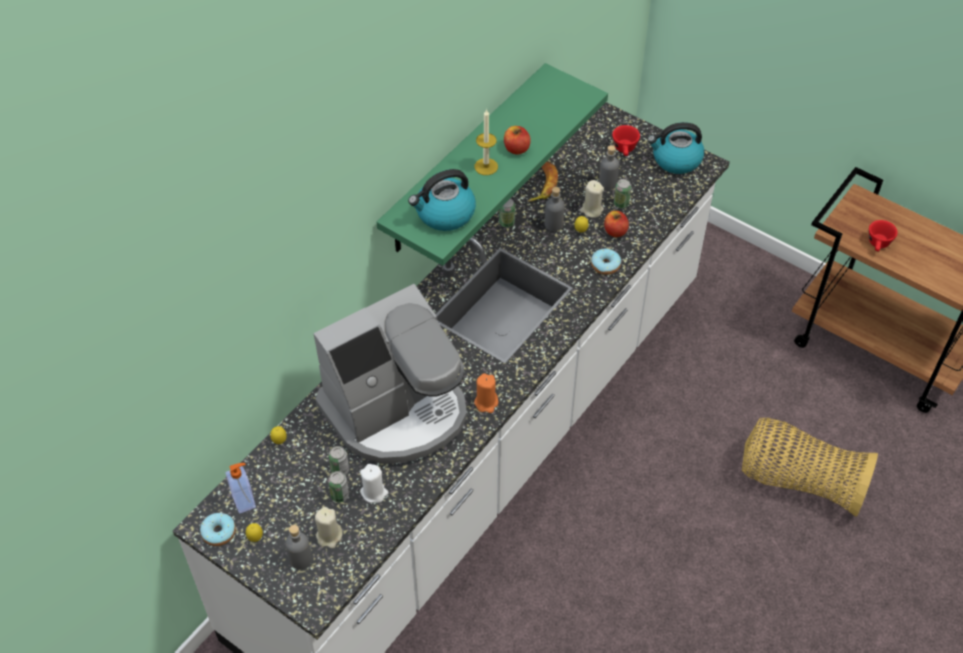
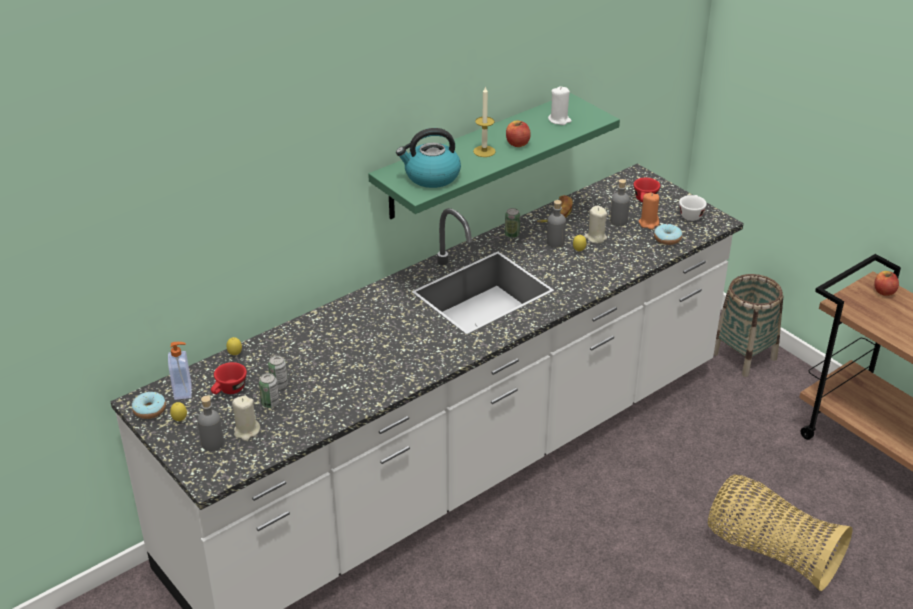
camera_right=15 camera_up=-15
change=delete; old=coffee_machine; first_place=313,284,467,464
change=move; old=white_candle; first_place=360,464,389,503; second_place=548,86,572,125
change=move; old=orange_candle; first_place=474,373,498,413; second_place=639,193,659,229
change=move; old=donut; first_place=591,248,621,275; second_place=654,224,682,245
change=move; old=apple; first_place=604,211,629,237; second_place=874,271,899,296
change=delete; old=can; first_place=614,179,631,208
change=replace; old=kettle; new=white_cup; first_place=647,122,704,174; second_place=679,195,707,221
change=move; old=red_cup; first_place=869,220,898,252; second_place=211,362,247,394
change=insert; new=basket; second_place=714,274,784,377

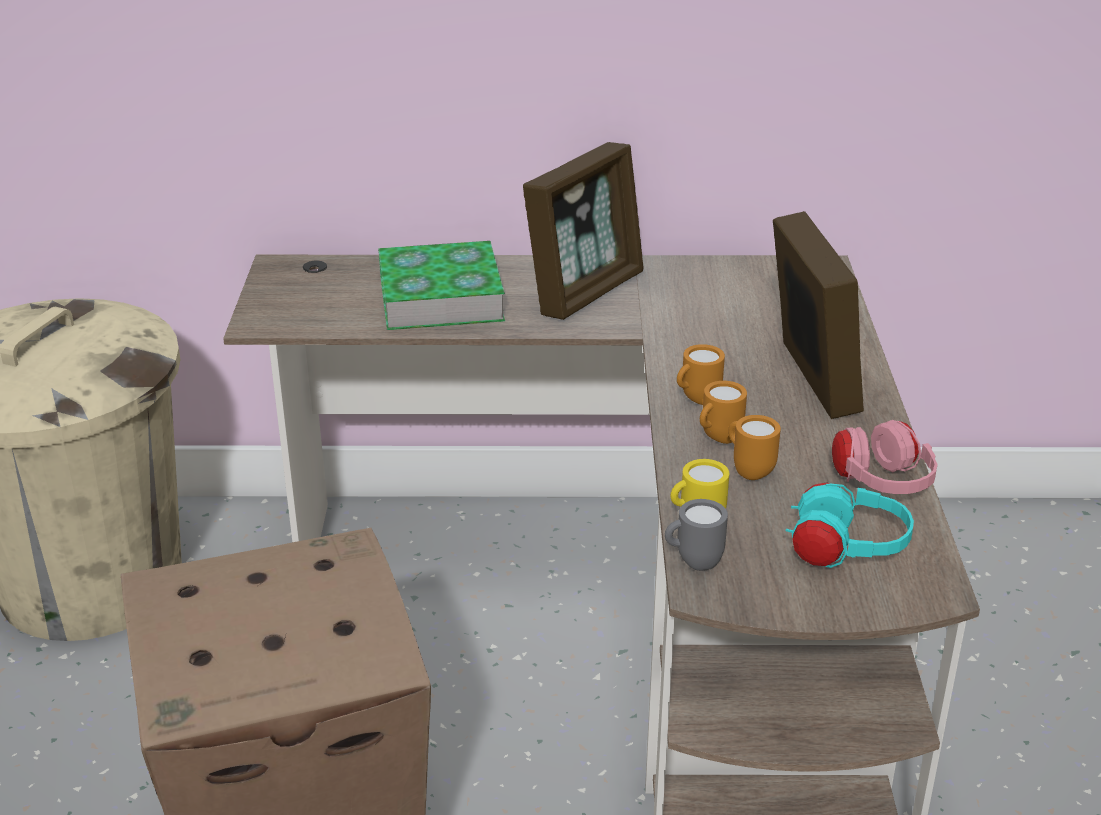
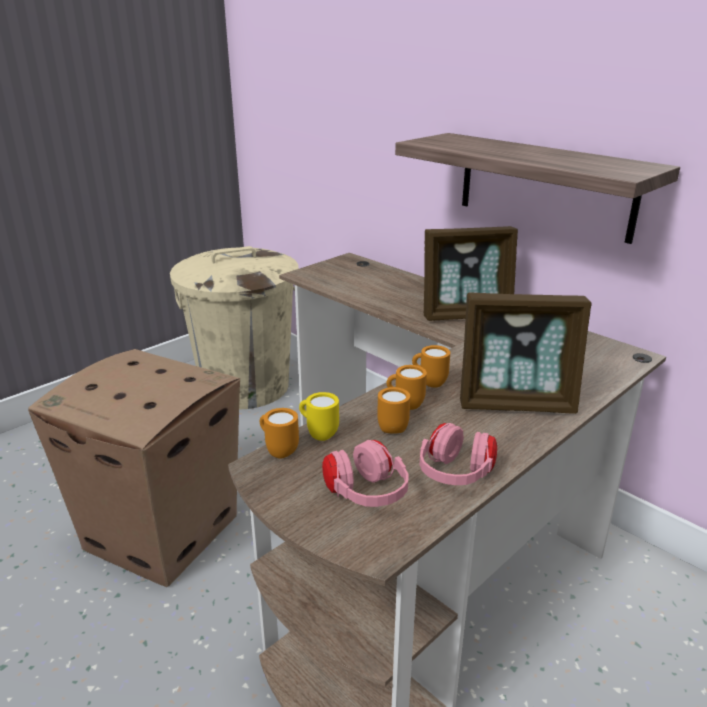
camera_right=45 camera_up=-5
change=delete; old=book; first_place=378,241,505,330
change=recolor; old=grey_mug; new=orange_mug; first_place=665,499,728,571; second_place=259,408,299,459
change=rotate; old=picture_frame; first_place=773,211,864,419; second_place=460,292,592,414; degrees=60
change=recolor; old=turquoise_headphones; new=pink_headphones; first_place=786,482,914,568; second_place=322,440,409,507
change=insert; new=shelf; second_place=395,133,680,244

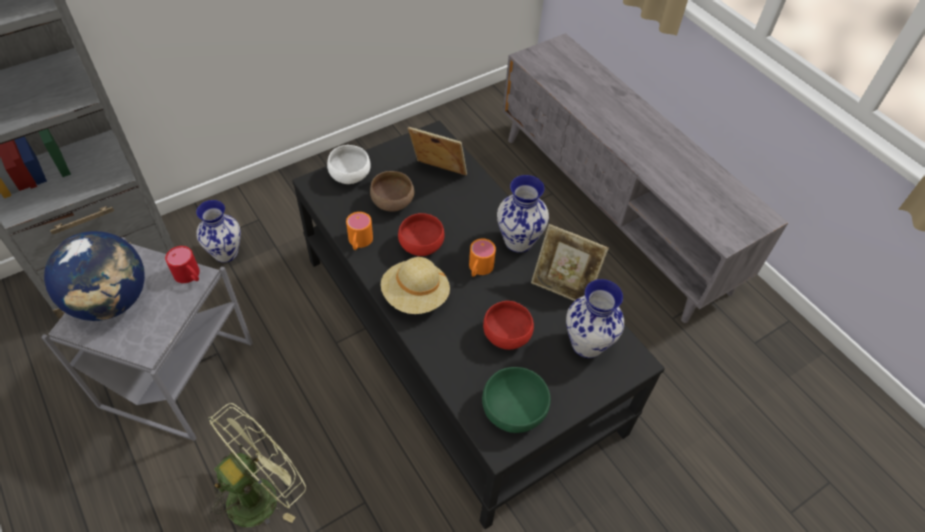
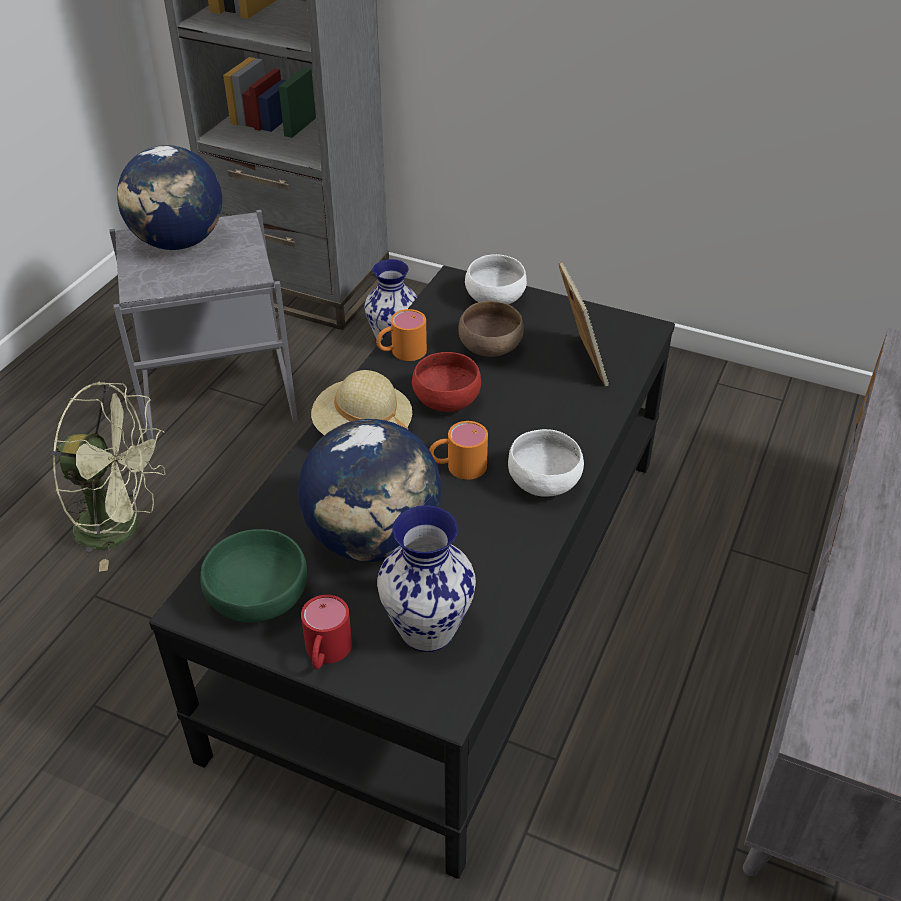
camera_right=60 camera_up=-10
change=move; old=red_mug; first_place=165,246,200,283; second_place=301,595,352,669
change=replace; old=red_bowl; new=globe; first_place=483,301,534,350; second_place=298,419,441,562
change=replace; old=vase; new=white_bowl; first_place=497,175,549,253; second_place=508,429,584,497
change=delete; old=picture_frame; first_place=531,224,609,301

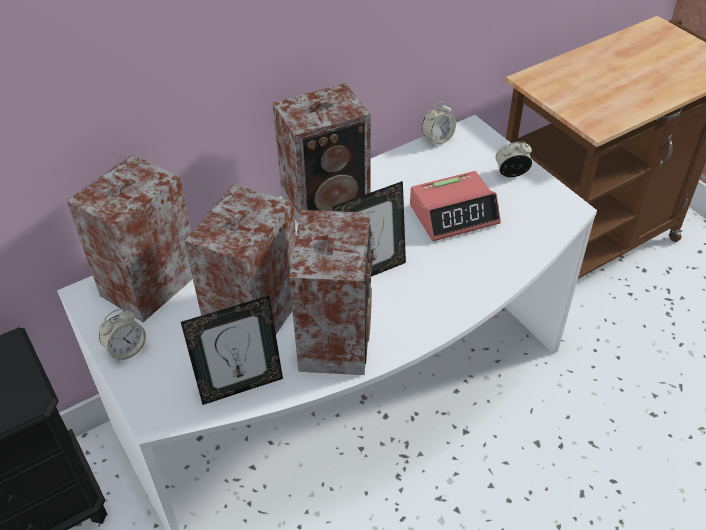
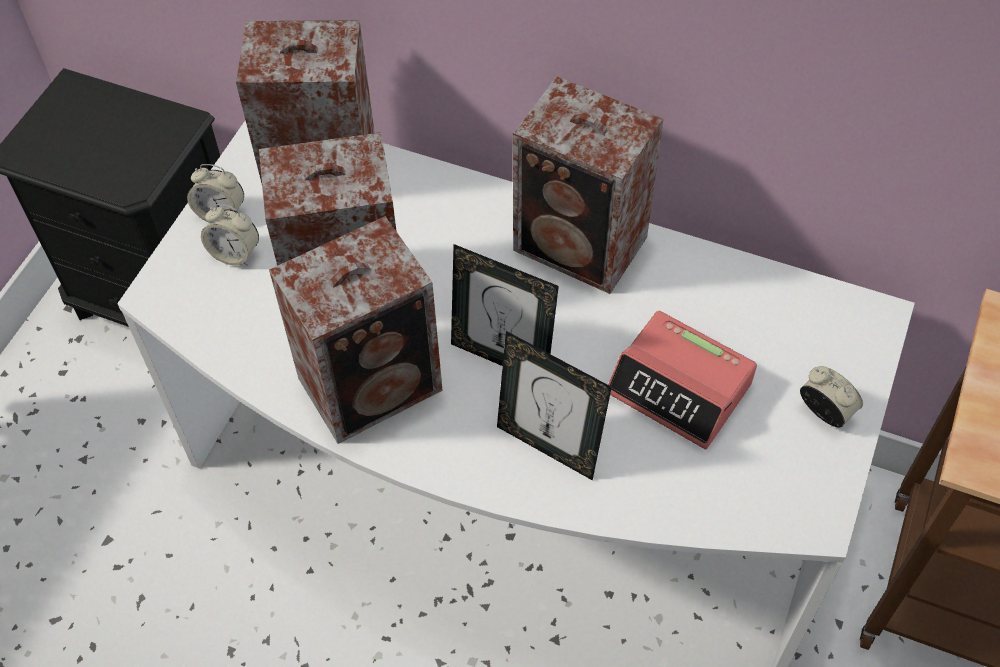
camera_right=55 camera_up=10
change=move; old=picture_frame; first_place=181,296,283,405; second_place=497,331,612,480
change=move; old=alarm_clock; first_place=422,101,456,146; second_place=201,204,259,266

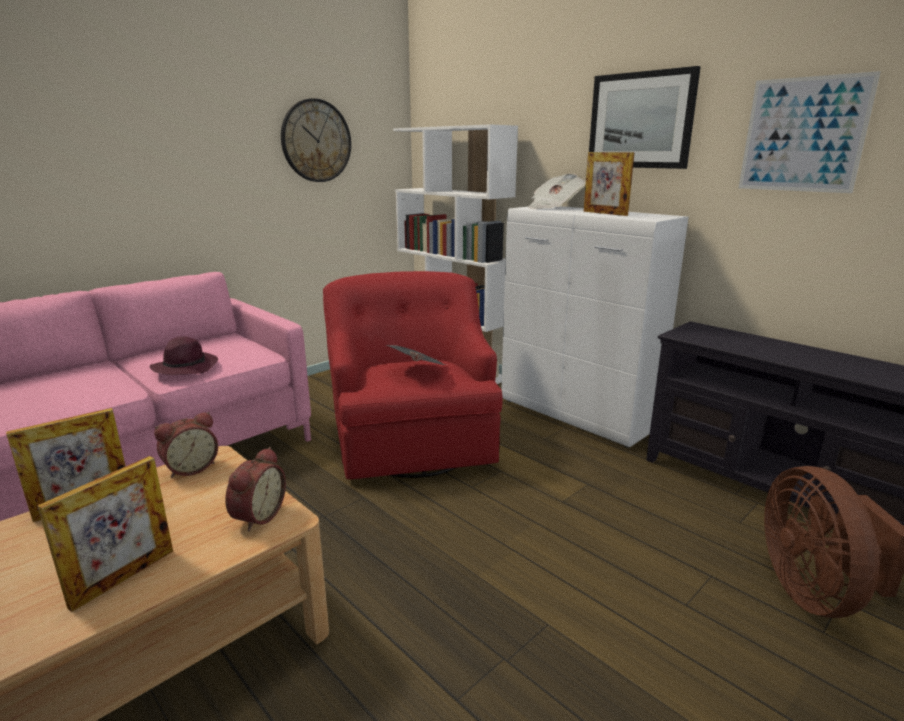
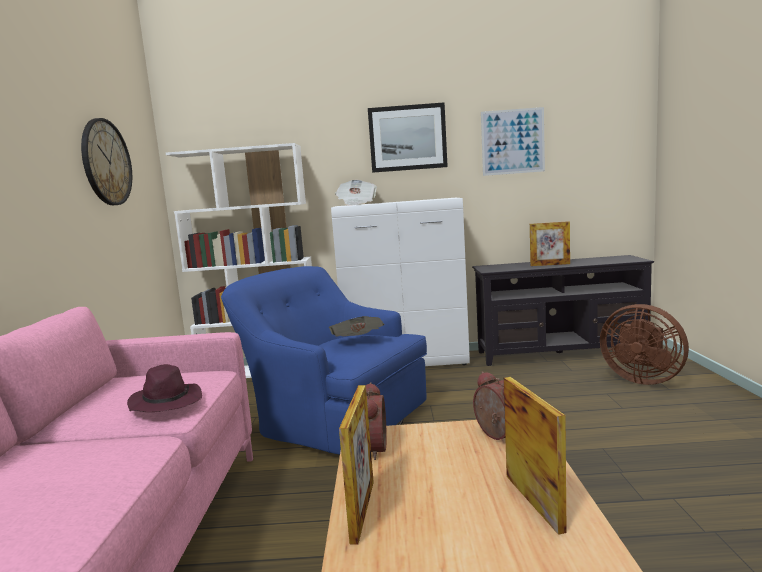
camera_right=-45 camera_up=-10
change=recolor; old=red_armchair; new=blue_armchair; first_place=323,271,502,479; second_place=221,266,427,455
change=move; old=picture_frame; first_place=584,152,635,216; second_place=530,221,570,266

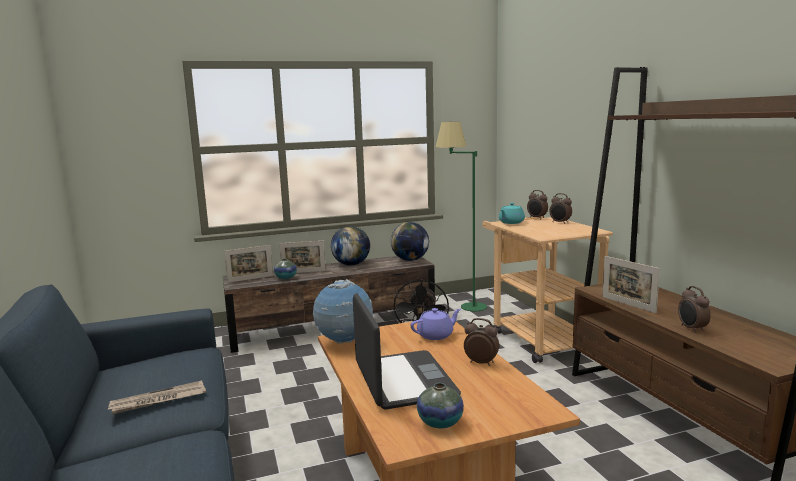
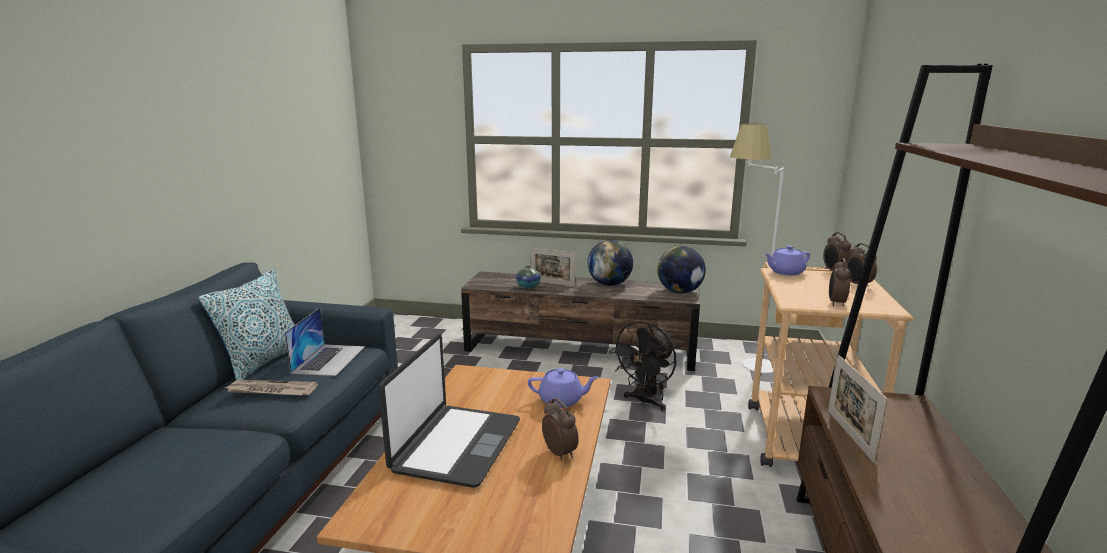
camera_right=30 camera_up=5
change=delete; old=picture_frame; first_place=224,245,273,283
change=delete; old=globe; first_place=313,279,373,344
change=delete; old=vase; first_place=417,383,464,428
change=recolor; old=green_floor_lamp; new=white_floor_lamp; first_place=436,122,487,311; second_place=730,124,785,374
change=recolor; old=turquoise_teapot; new=purple_teapot; first_place=499,203,525,224; second_place=764,245,810,275
change=move; old=alarm_clock; first_place=678,286,711,333; second_place=829,258,851,306
change=insert; new=pillow; second_place=198,268,295,381
change=insert; new=laptop; second_place=285,308,365,376

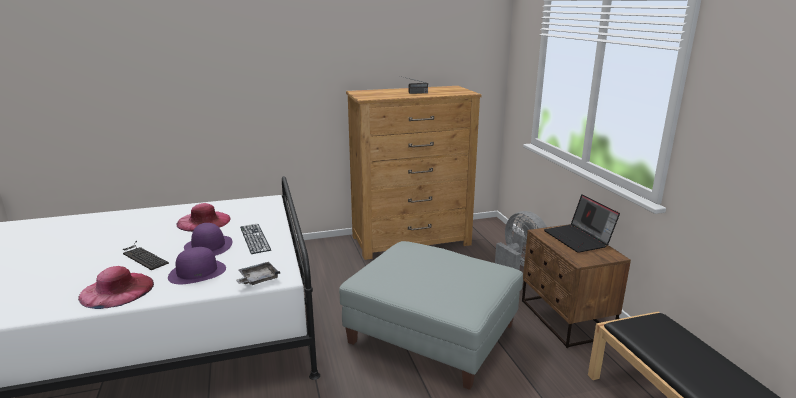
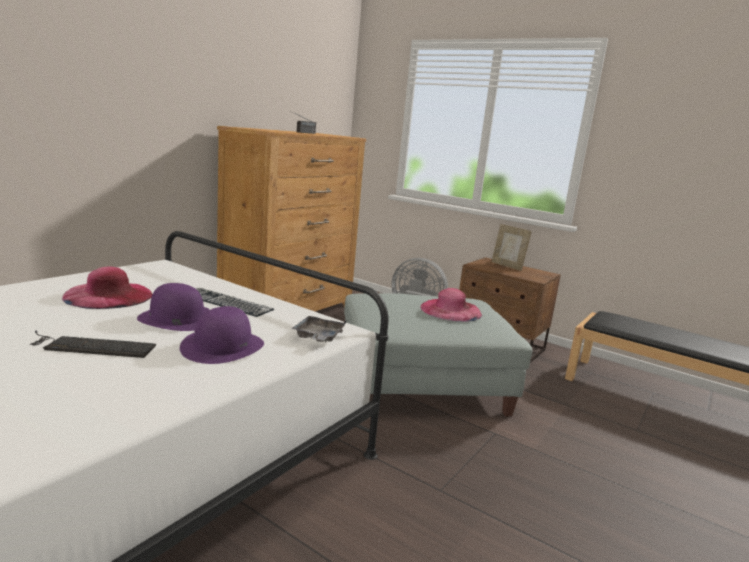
camera_right=-40 camera_up=-5
change=move; old=pink_hat; first_place=78,266,154,309; second_place=420,288,482,322
change=replace; old=laptop; new=picture_frame; first_place=544,194,620,253; second_place=492,224,532,271

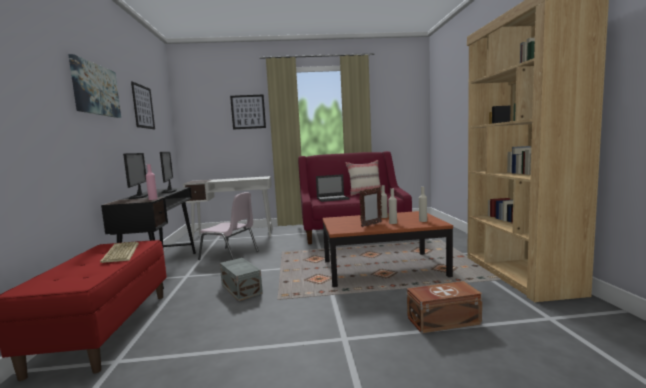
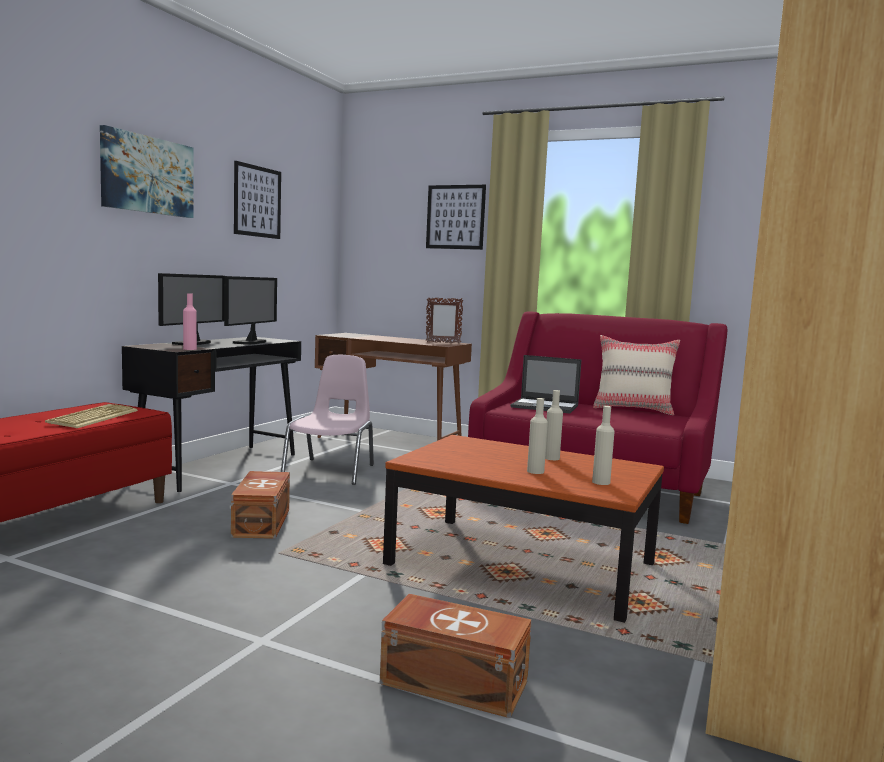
camera_right=30 camera_up=0
change=recolor; old=white_desk; new=brown_desk; first_place=183,176,273,242; second_place=315,333,472,441
change=rotate; old=pink_chair; first_place=198,192,259,260; second_place=281,355,374,485; degrees=-135
change=recolor; old=grey_storage_box; new=brown_storage_box; first_place=220,258,263,301; second_place=231,471,290,539
change=move; old=picture_frame; first_place=359,187,382,227; second_place=426,297,464,343

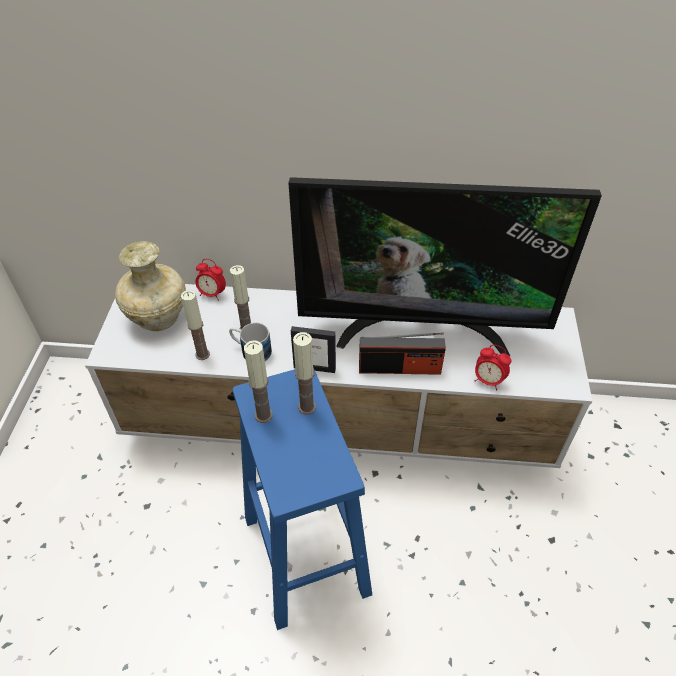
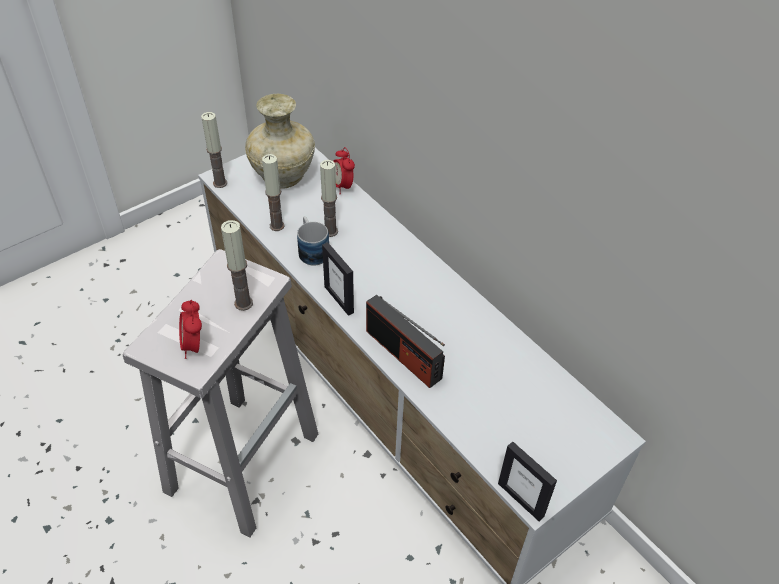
camera_right=45 camera_up=0
change=recolor; old=blue_stool; new=white_stool; first_place=232,367,372,630; second_place=123,249,318,537
change=move; old=candle; first_place=244,340,273,423; second_place=201,112,227,188
change=delete; old=television; first_place=288,177,602,356
change=move; old=alarm_clock; first_place=475,345,511,391; second_place=179,300,202,359
change=insert; new=picture_frame; second_place=498,442,557,521

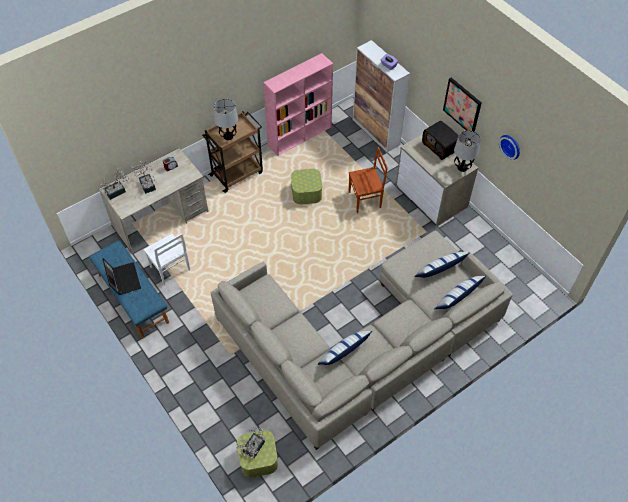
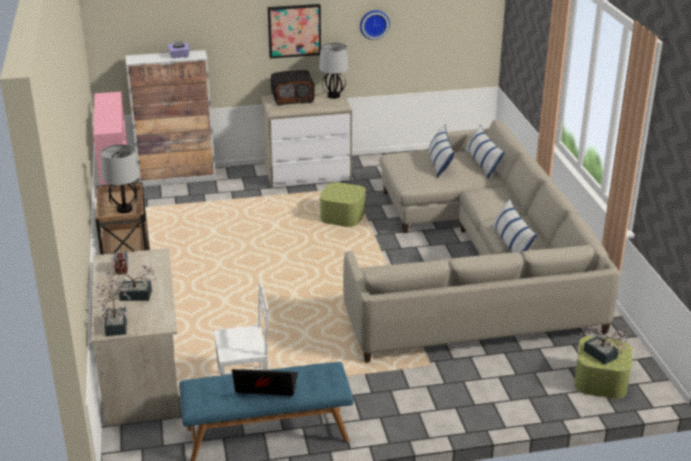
camera_right=-65 camera_up=-25
change=move; old=storage_box; first_place=291,169,322,205; second_place=320,182,366,227
change=delete; old=brown_chair; first_place=349,146,388,213

